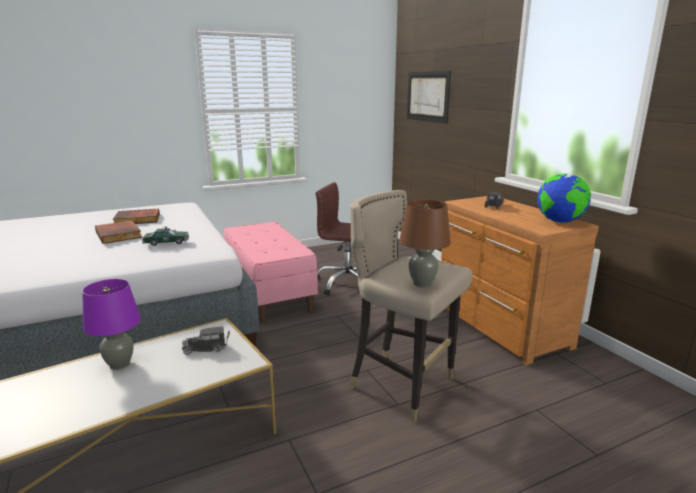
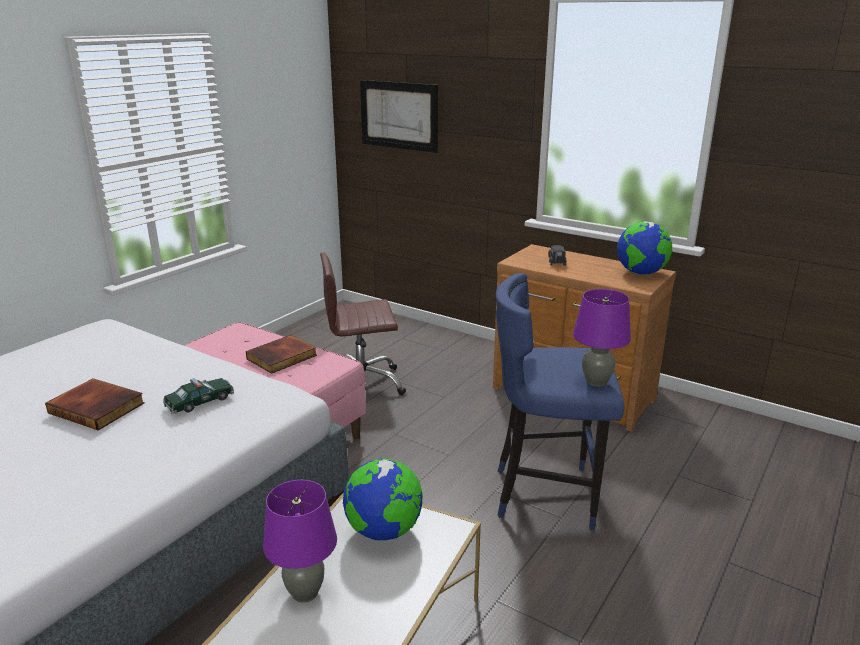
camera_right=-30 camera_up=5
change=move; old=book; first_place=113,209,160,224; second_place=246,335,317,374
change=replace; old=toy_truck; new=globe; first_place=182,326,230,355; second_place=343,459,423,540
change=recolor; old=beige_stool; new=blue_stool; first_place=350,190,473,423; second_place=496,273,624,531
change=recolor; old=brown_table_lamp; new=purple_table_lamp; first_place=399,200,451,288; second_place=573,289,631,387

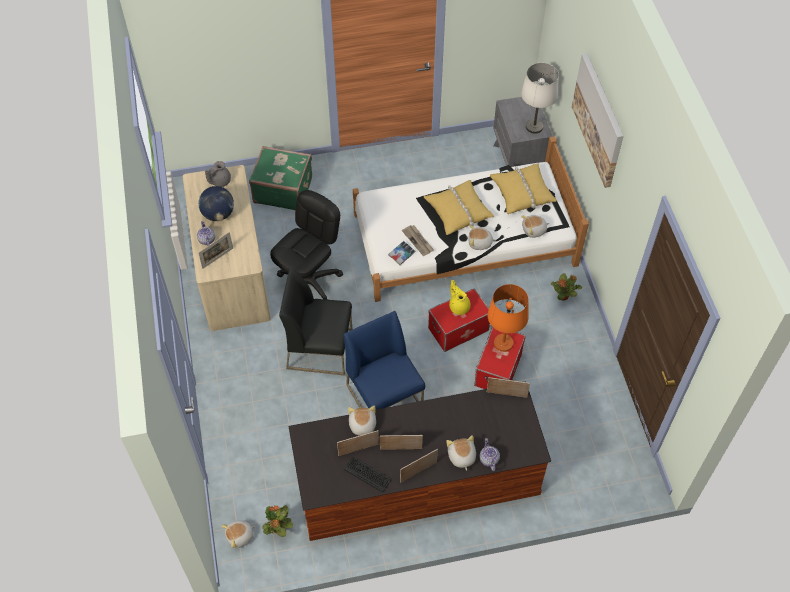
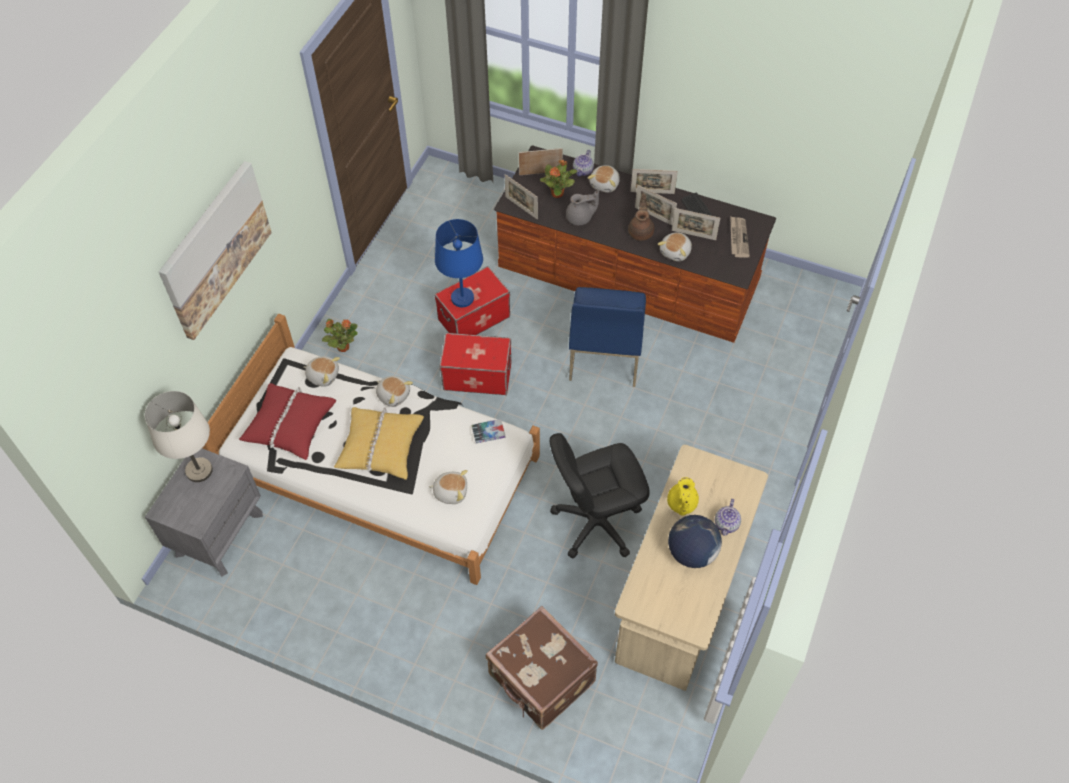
camera_right=-145 camera_up=0
change=move; old=picture_frame; first_place=198,232,233,269; second_place=519,148,563,175
change=move; old=grey_teapot; first_place=205,161,231,187; second_place=566,190,599,225
change=move; old=plush_toy; first_place=221,520,255,548; second_place=428,470,468,504
change=recolor; old=green_suitcase; new=brown_suitcase; first_place=249,146,312,210; second_place=486,606,598,730
change=move; old=potted_plant; first_place=262,505,293,537; second_place=540,160,577,198
change=delete; old=black_chair; first_place=279,269,352,375
change=move; old=newspaper; first_place=402,225,434,256; second_place=730,216,750,258
change=move; old=yellow_teapot; first_place=449,280,471,315; second_place=667,477,699,516
change=recolor; old=orange_table_lamp; new=blue_table_lamp; first_place=487,284,528,352; second_place=435,219,483,307
change=recolor; old=yellow_pillow; new=red_pillow; first_place=490,163,557,214; second_place=239,383,336,460
change=insert; new=brown_teapot; second_place=628,194,654,241

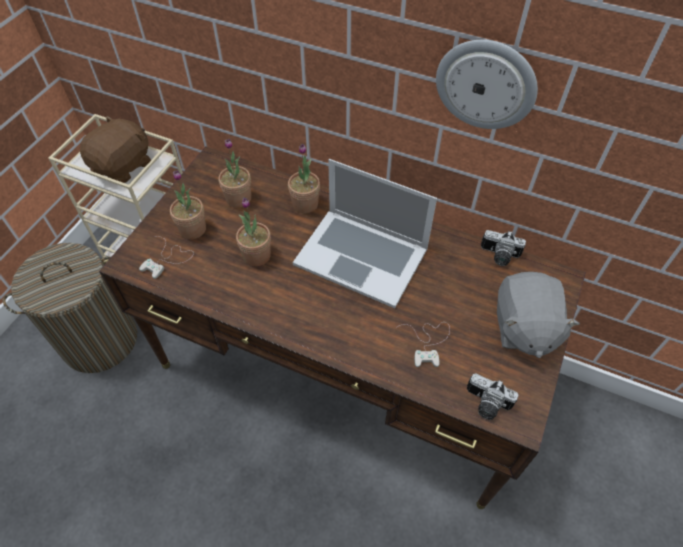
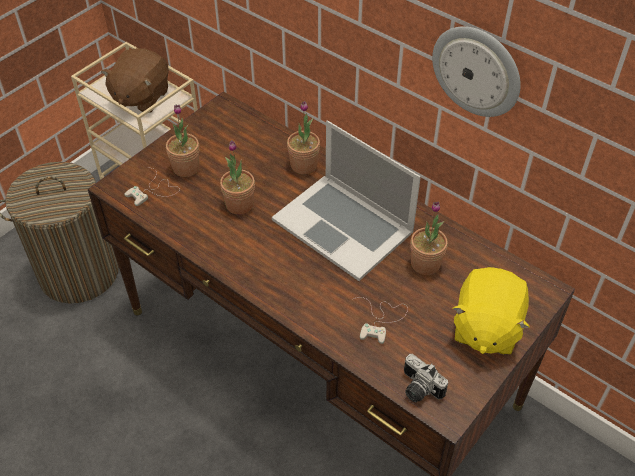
camera_right=15 camera_up=-5
change=rotate; old=brown_plush_toy; first_place=80,116,151,183; second_place=101,48,169,113; degrees=150
change=move; old=potted_plant; first_place=218,139,251,208; second_place=411,201,448,275
change=delete; old=photo_camera; first_place=481,230,526,266
change=recolor; old=grey_plush_toy; new=yellow_plush_toy; first_place=497,272,580,358; second_place=452,267,530,355

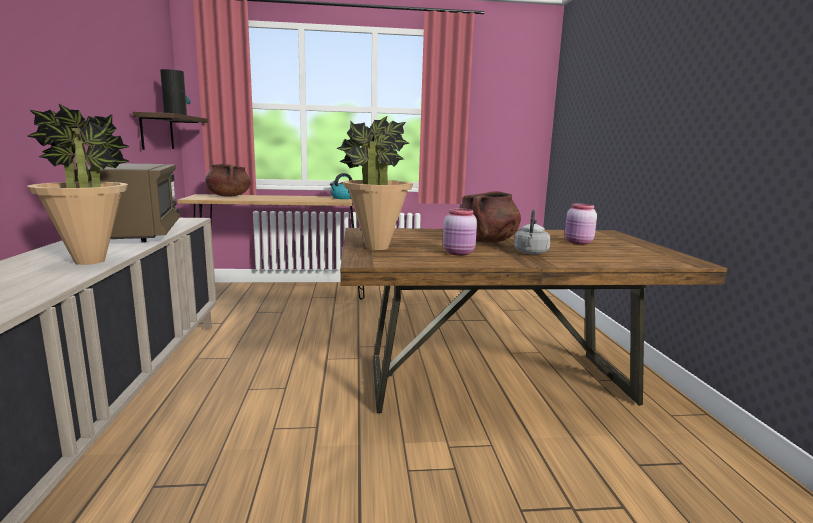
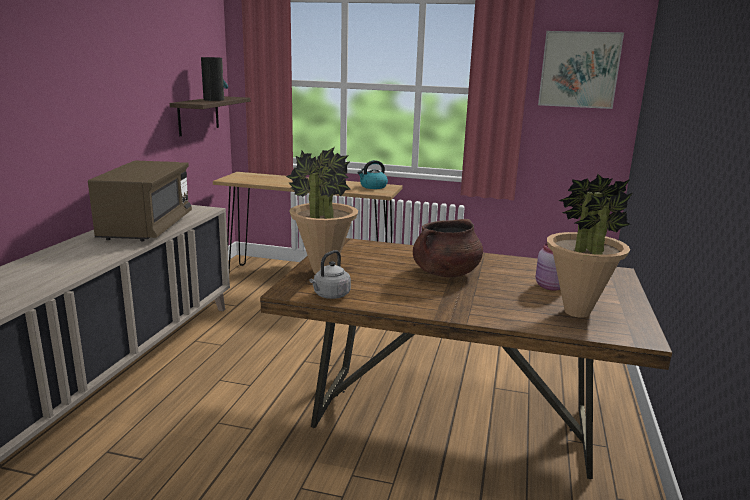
camera_right=20 camera_up=5
change=move; old=potted_plant; first_place=27,103,130,265; second_place=547,174,633,318
change=delete; old=brown_cooking_pot; first_place=205,163,251,196
change=delete; old=pink_jar; first_place=443,208,477,256
change=move; old=grey_kettle; first_place=514,210,551,255; second_place=309,250,351,299
change=insert; new=picture; second_place=538,31,624,109

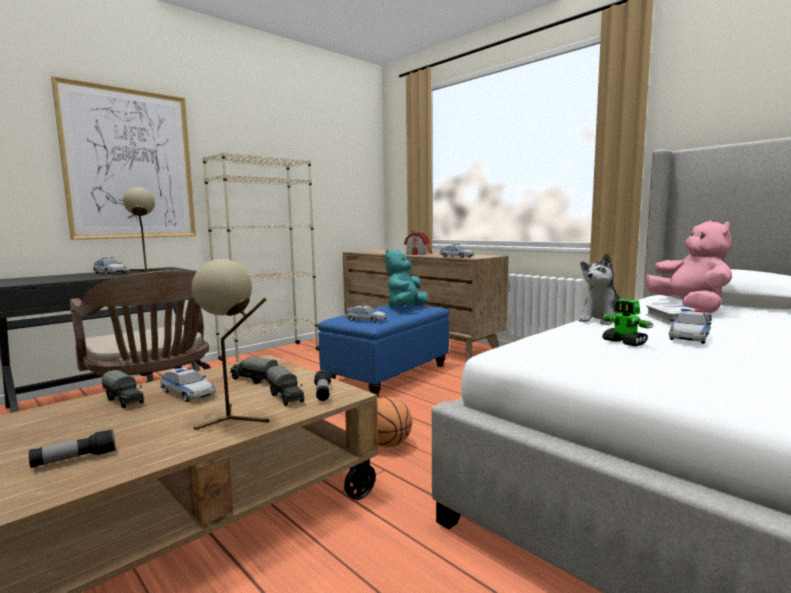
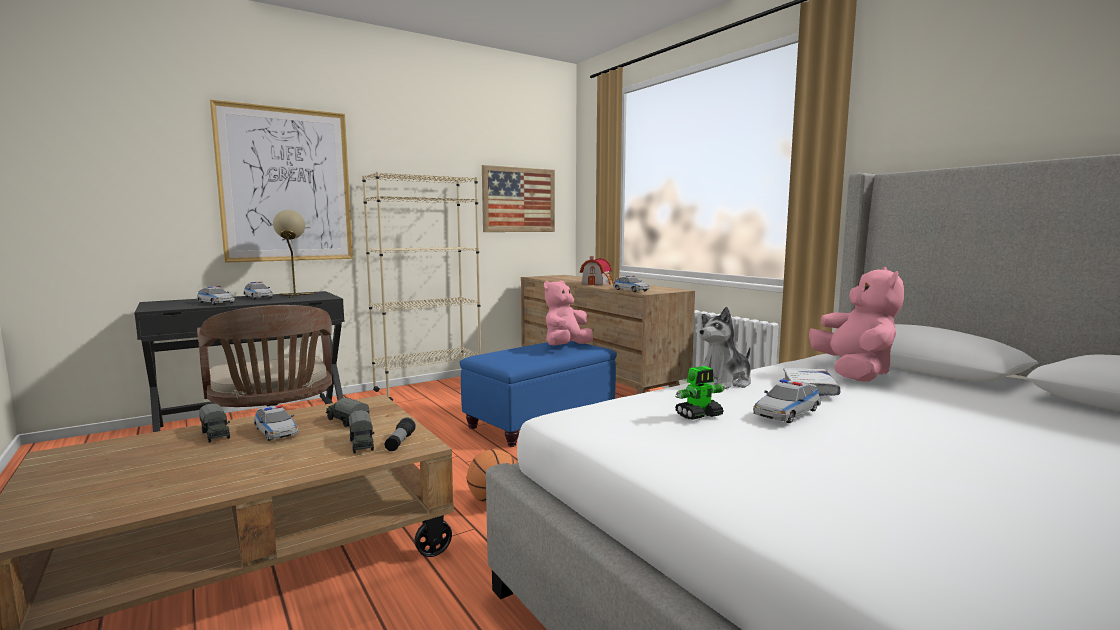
camera_right=10 camera_up=0
change=delete; old=flashlight; first_place=29,429,116,468
change=delete; old=beige_table_lamp; first_place=192,259,269,430
change=move; old=toy_car; first_place=345,304,387,323; second_place=197,286,235,305
change=recolor; old=turquoise_plush_toy; new=pink_plush_toy; first_place=385,250,428,307; second_place=544,281,593,346
change=rotate; old=toy_robot; first_place=601,299,654,346; second_place=675,366,725,420; degrees=-90
change=insert; new=picture; second_place=482,165,555,232

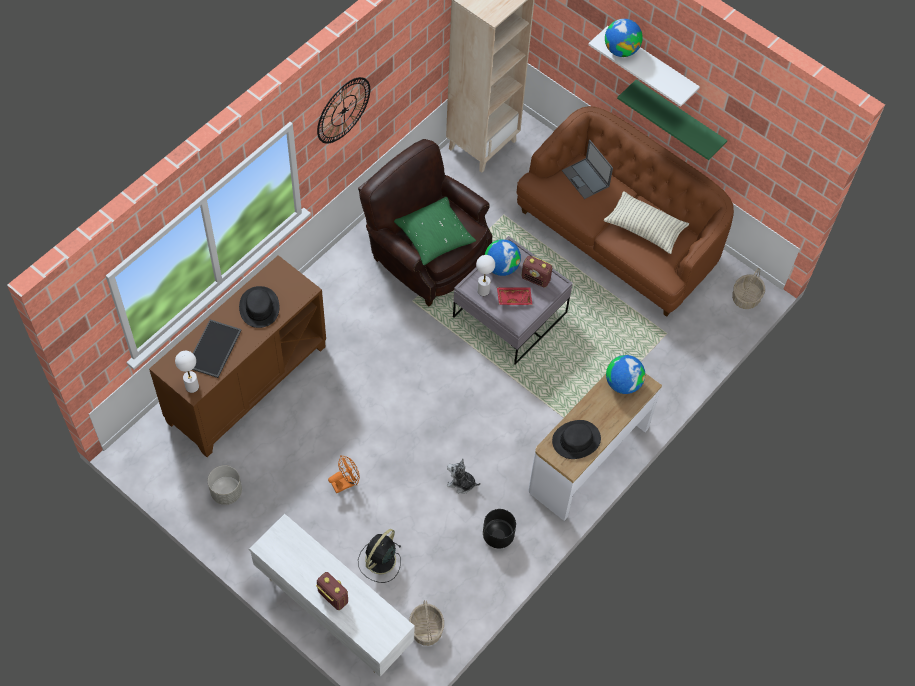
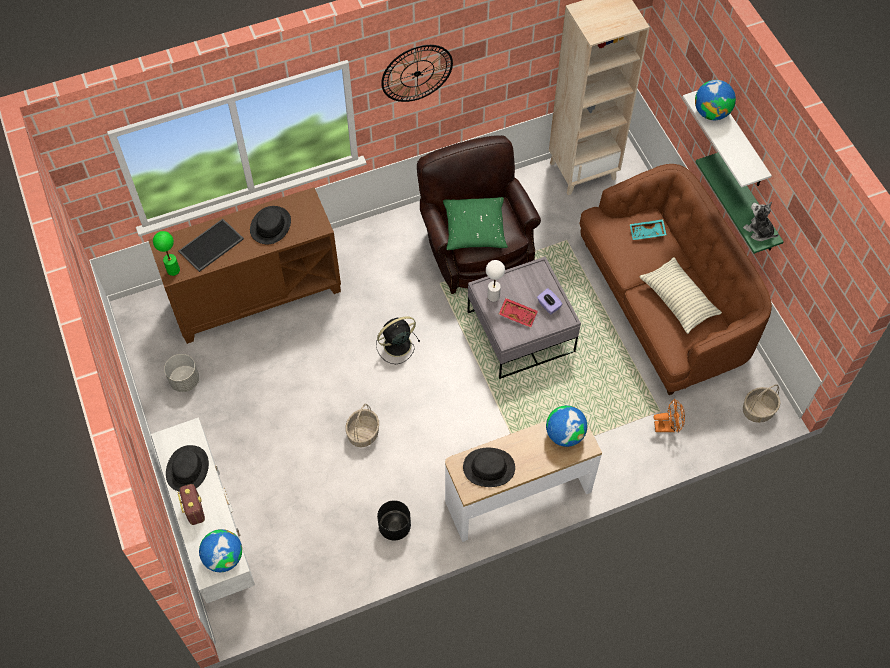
camera_right=30 camera_up=0
change=recolor; old=white_table_lamp; new=green_table_lamp; first_place=175,351,199,393; second_place=153,231,180,276
change=move; old=orange_fan; first_place=328,455,360,493; second_place=653,399,685,432
change=move; old=black_fan; first_place=358,529,401,583; second_place=376,316,420,364
change=move; old=basket; first_place=409,600,444,646; second_place=345,404,379,447
change=move; old=plush_toy; first_place=447,459,481,494; second_place=743,202,779,241
change=move; old=globe; first_place=485,239,521,276; second_place=199,529,242,572
change=replace; old=radio; new=purple_tissue_box; first_place=521,256,553,288; second_place=537,288,562,314
change=replace; old=laptop; new=turquoise_tray; first_place=562,140,613,199; second_place=630,219,667,240
change=insert; new=black_hat; second_place=166,445,209,491

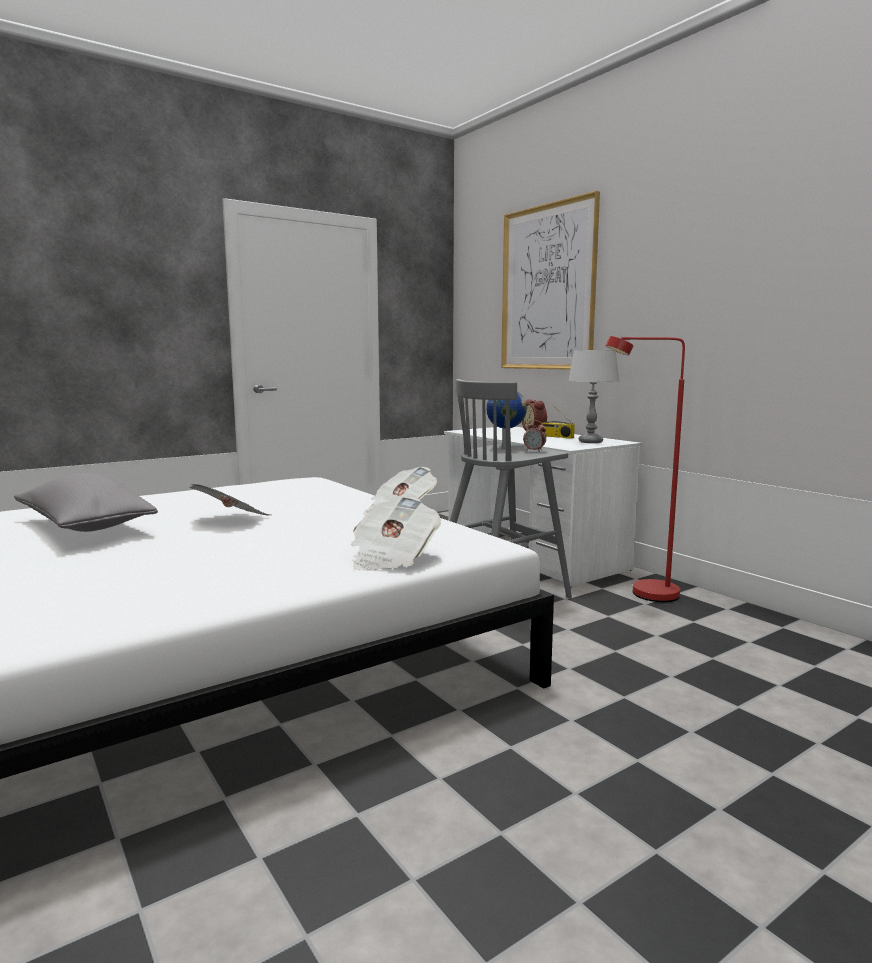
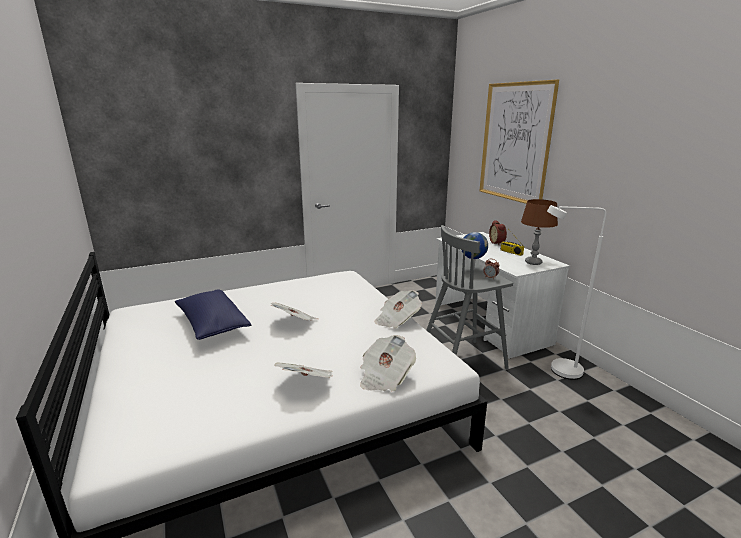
camera_right=10 camera_up=10
change=recolor; old=grey_pillow; new=blue_pillow; first_place=14,473,158,532; second_place=175,290,251,340
change=recolor; old=grey_table_lamp; new=brown_table_lamp; first_place=568,350,619,443; second_place=521,199,558,265
change=recolor; old=red_floor_lamp; new=white_floor_lamp; first_place=605,336,685,602; second_place=547,205,606,380
change=insert; new=newspaper; second_place=274,363,332,378

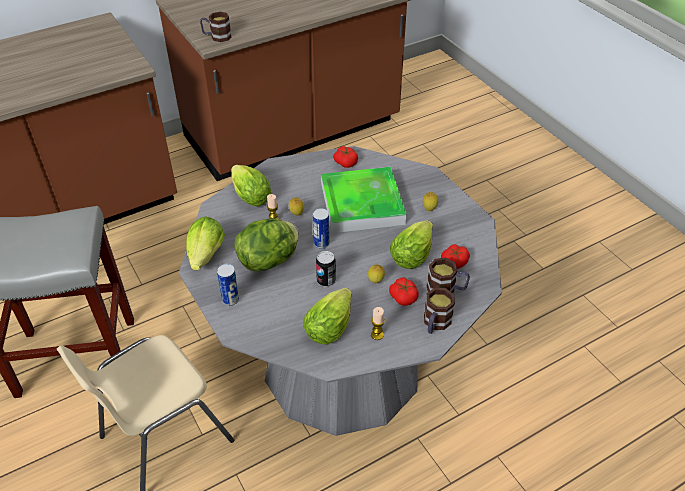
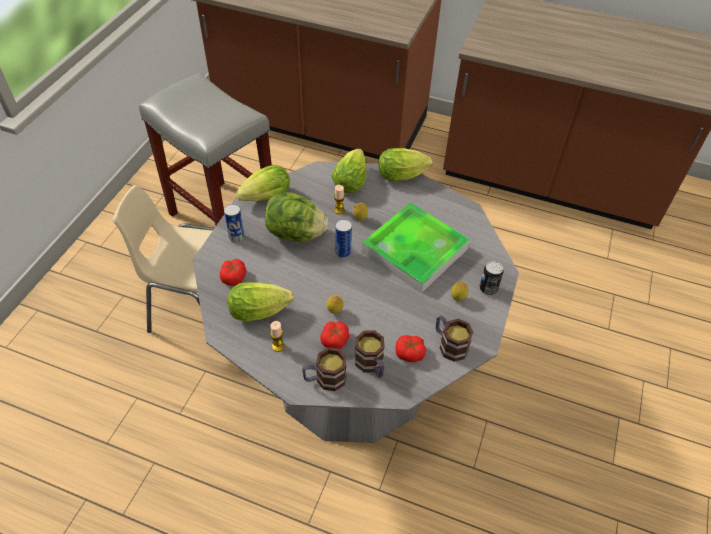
camera_right=50 camera_up=5
change=move; old=mug; first_place=200,12,231,42; second_place=436,315,474,362
change=move; old=can; first_place=316,251,336,287; second_place=479,261,504,295
change=move; old=tomato; first_place=333,146,358,168; second_place=220,259,247,286
change=move; old=lettuce; first_place=390,220,433,269; second_place=378,148,433,181

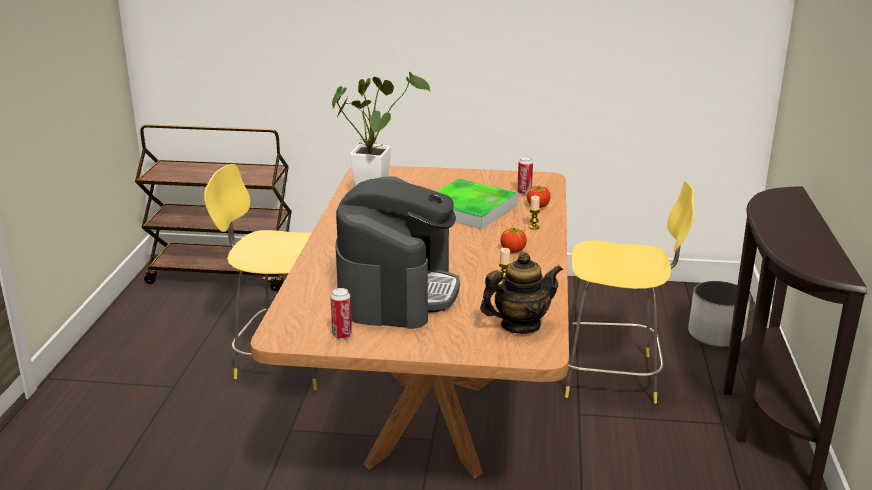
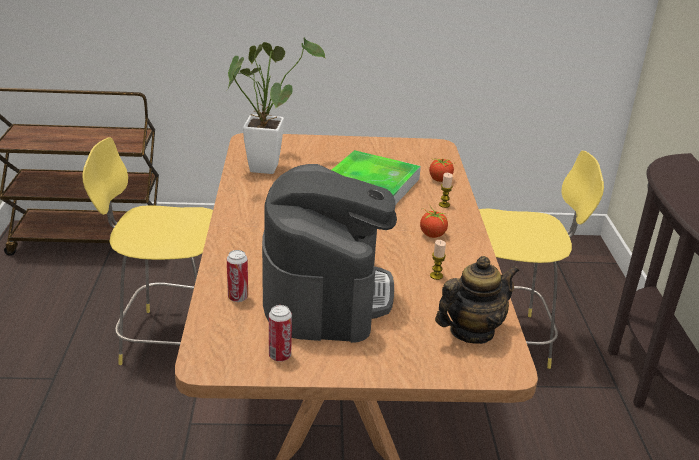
camera_right=-10 camera_up=5
change=move; old=can; first_place=517,156,533,195; second_place=227,250,248,302
change=delete; old=white_planter; first_place=688,281,751,347

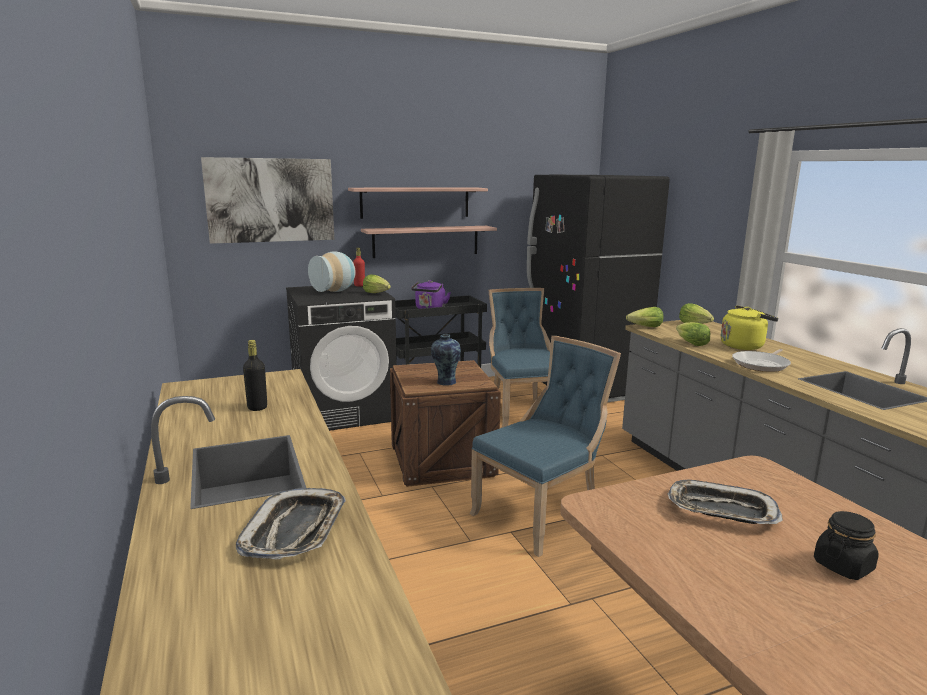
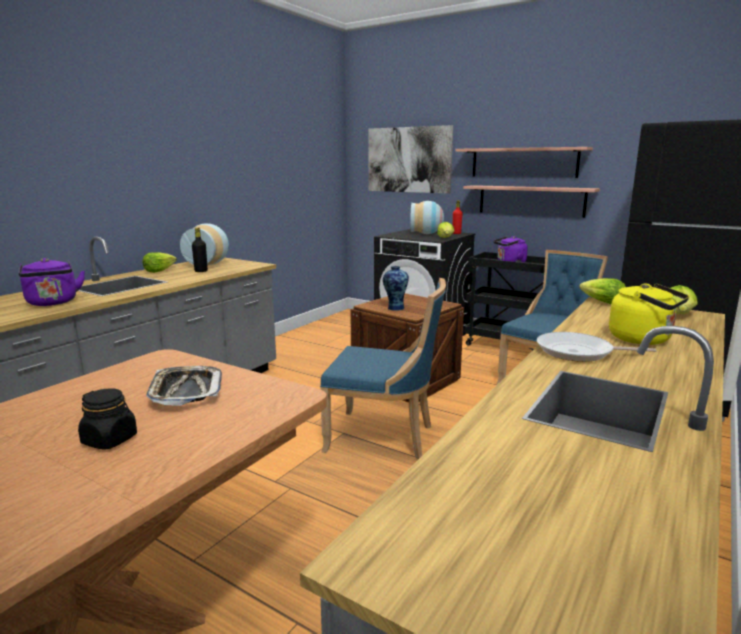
camera_right=55 camera_up=0
change=replace; old=tray; new=purple_kettle; first_place=236,488,346,559; second_place=19,258,85,306
change=move; old=lettuce; first_place=676,322,711,346; second_place=143,252,177,273
change=insert; new=vase; second_place=180,223,229,265

